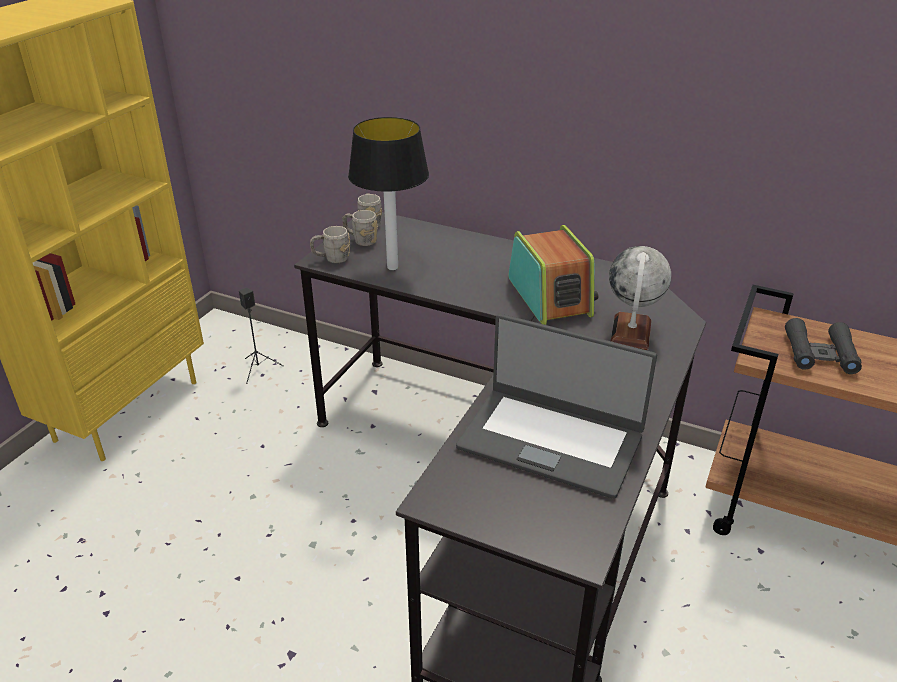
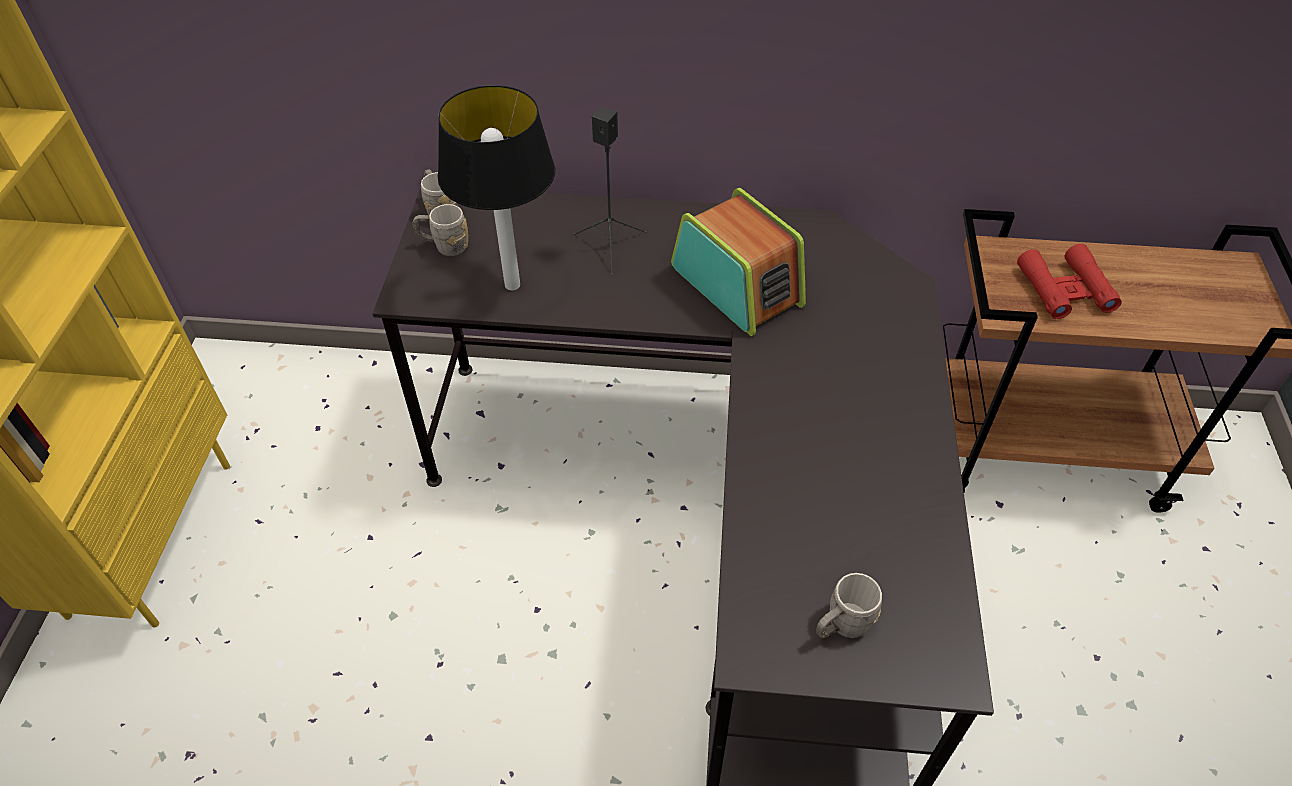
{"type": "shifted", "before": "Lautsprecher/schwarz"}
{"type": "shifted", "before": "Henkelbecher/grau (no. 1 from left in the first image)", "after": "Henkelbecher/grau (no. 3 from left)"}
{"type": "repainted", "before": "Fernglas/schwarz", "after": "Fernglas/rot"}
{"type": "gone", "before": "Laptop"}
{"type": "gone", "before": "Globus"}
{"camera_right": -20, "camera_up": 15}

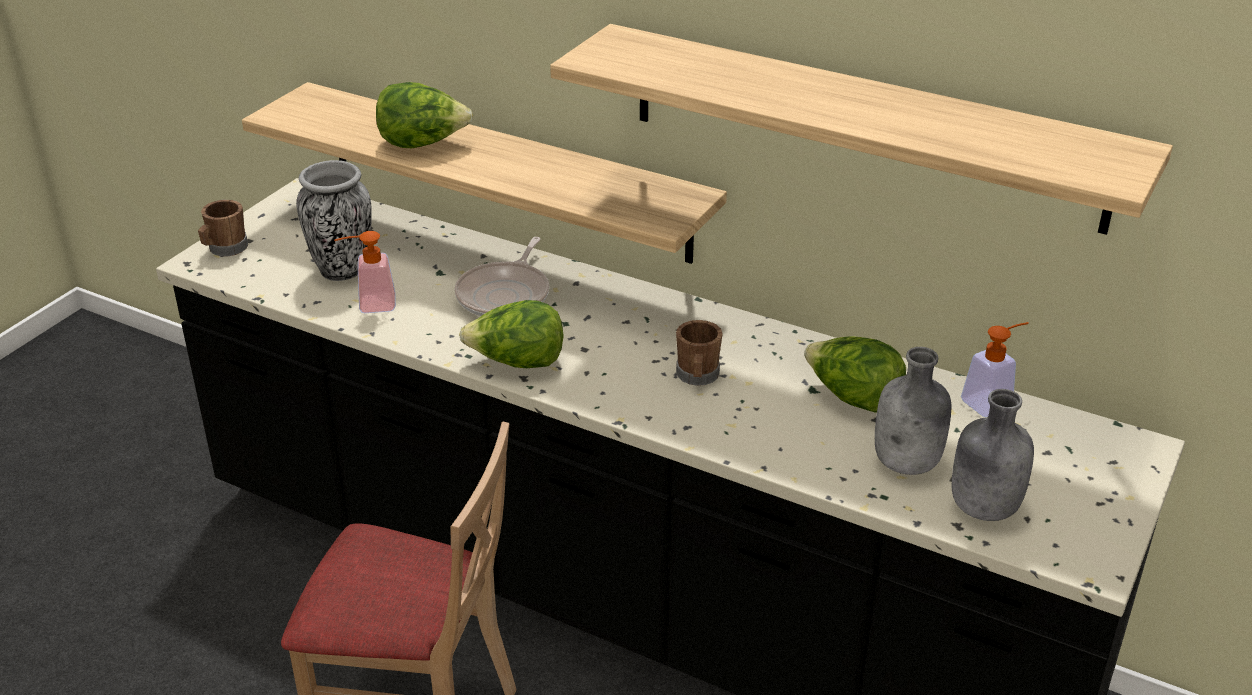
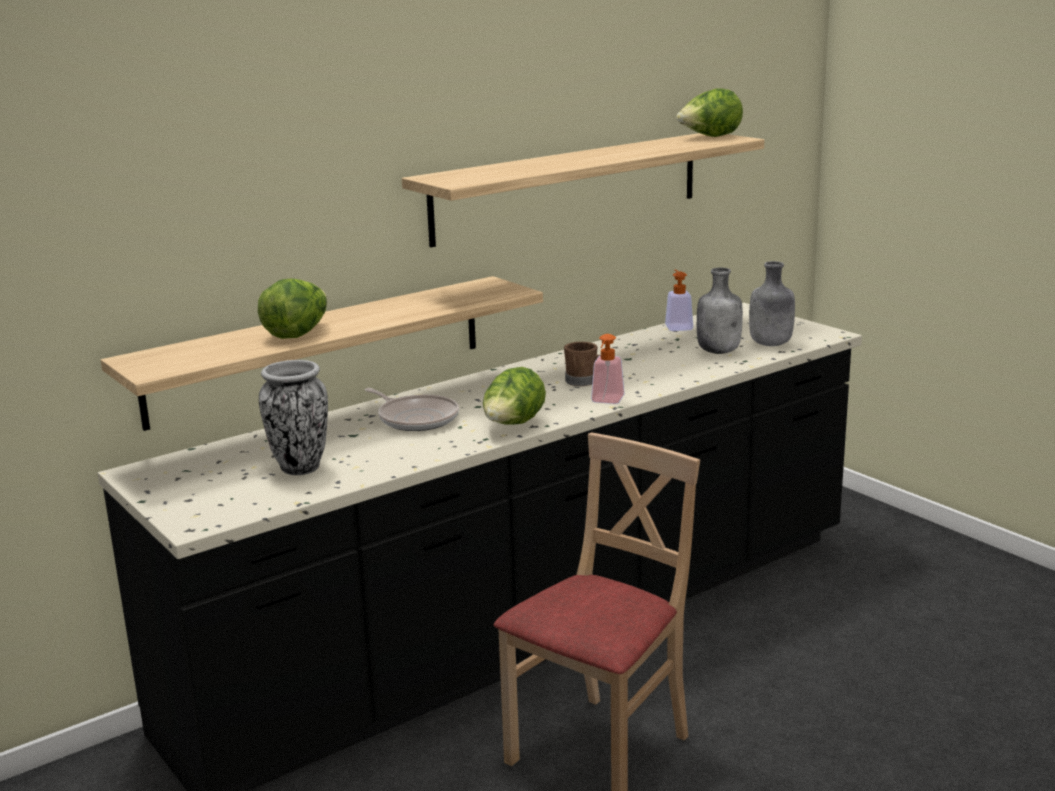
{"type": "shifted", "before": "Seifenspender (no. 1 from left)"}
{"type": "shifted", "before": "Salatkopf (no. 3 from left)"}
{"type": "gone", "before": "Henkelbecher/braun (no. 1 from left)"}
{"camera_right": -65, "camera_up": -15}

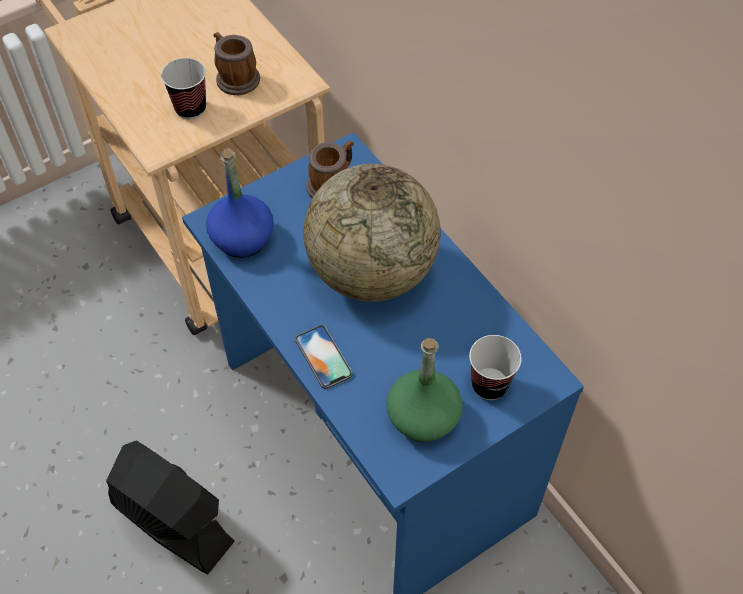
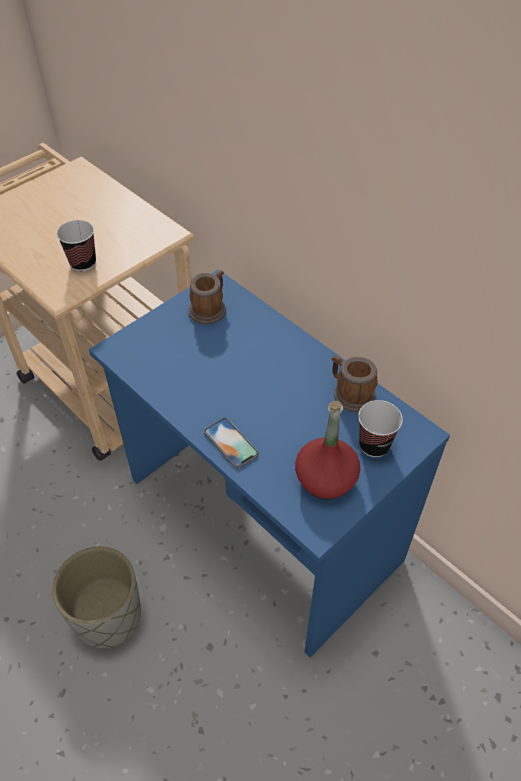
{"type": "swapped", "before": "Ventilator/schwarz", "after": "Pflanzkübel/grau"}
{"type": "repainted", "before": "Flasche/grün", "after": "Flasche/rot"}
{"type": "shifted", "before": "Henkelbecher (no. 1 from left in the first image)", "after": "Henkelbecher (no. 2 from left)"}
{"type": "gone", "before": "Flasche/blau"}
{"type": "gone", "before": "Globus"}
{"camera_right": -10, "camera_up": -5}

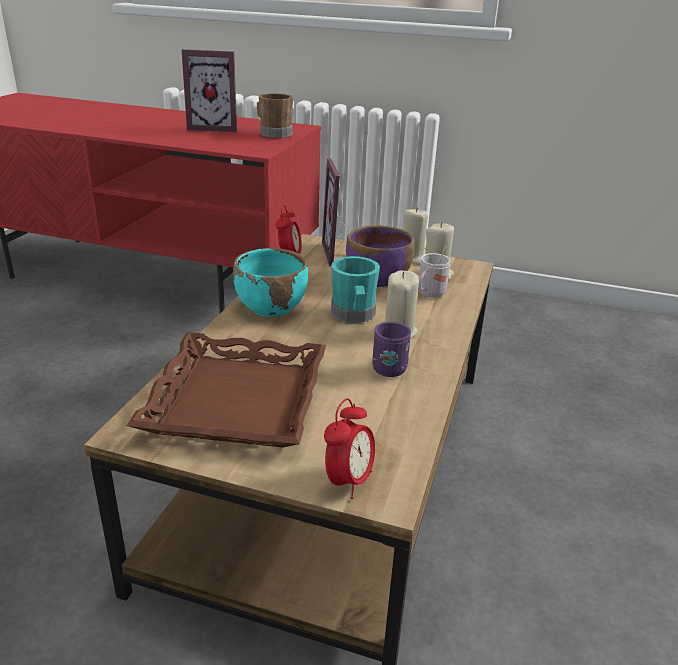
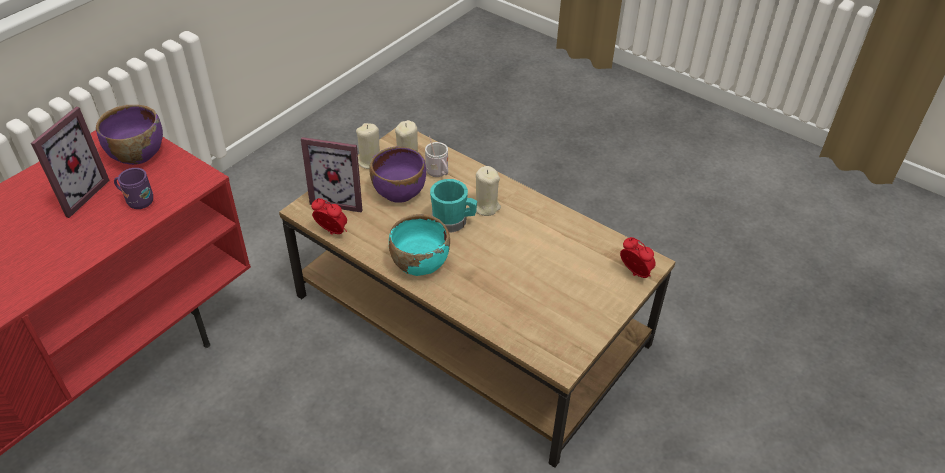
{"type": "swapped", "before": "Henkelbecher/braun", "after": "Schüssel/lila (no. 1 from left)"}
{"type": "shifted", "before": "Henkelbecher/lila"}
{"type": "gone", "before": "Tablett/braun"}
{"camera_right": -70, "camera_up": 15}

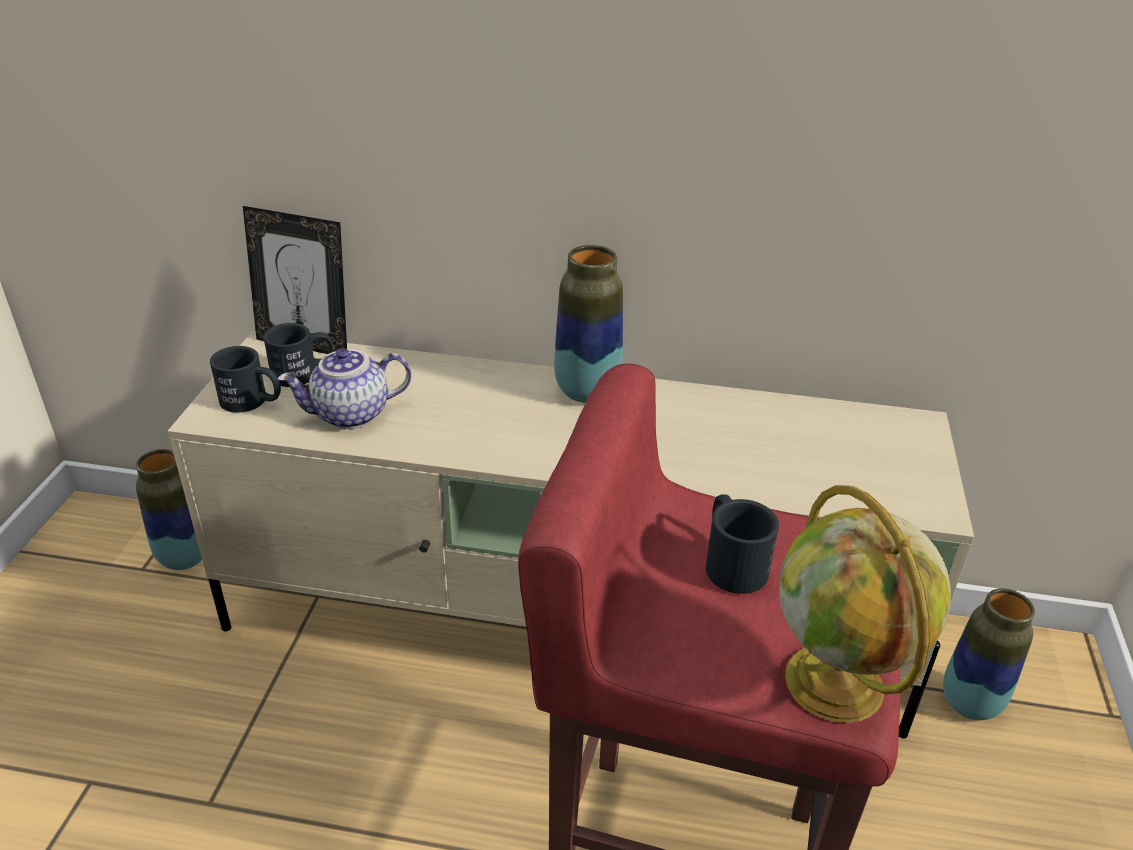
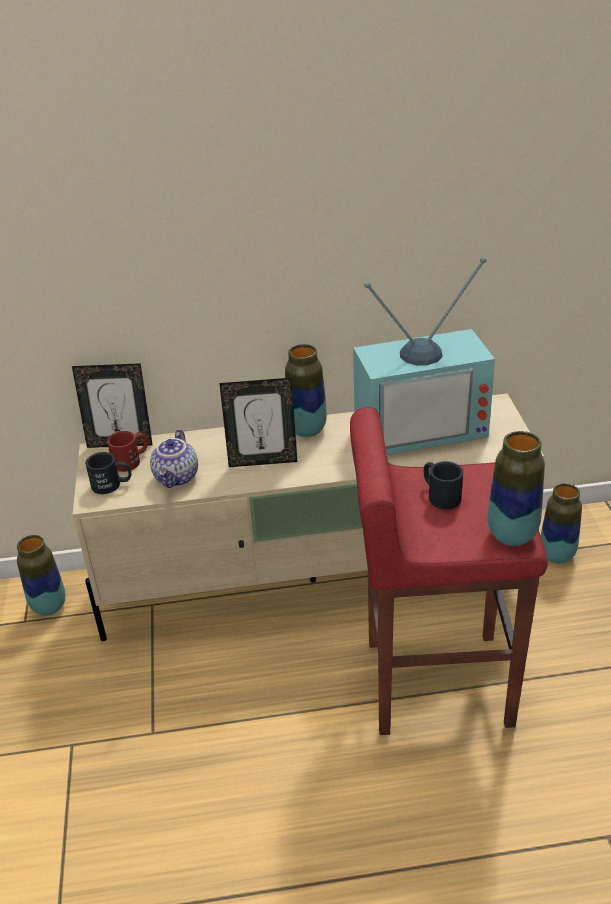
{"type": "repainted", "before": "Henkelbecher/schwarz (no. 2 from left)", "after": "Henkelbecher/rot"}
{"type": "rotated", "before": "Teekanne", "turn": -45}
{"type": "new", "after": "Bilderrahmen (no. 2 from left)"}
{"type": "new", "after": "Fernseher"}
{"type": "swapped", "before": "Globus", "after": "Vase (no. 3 from left)"}
{"camera_right": -15, "camera_up": 0}

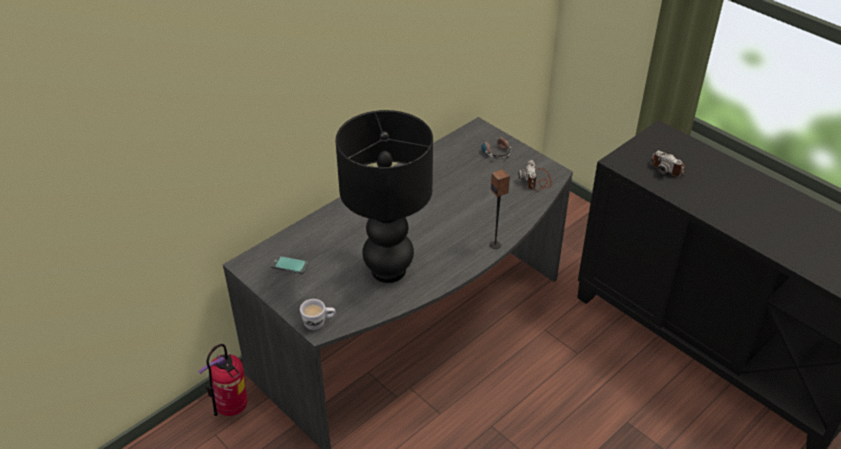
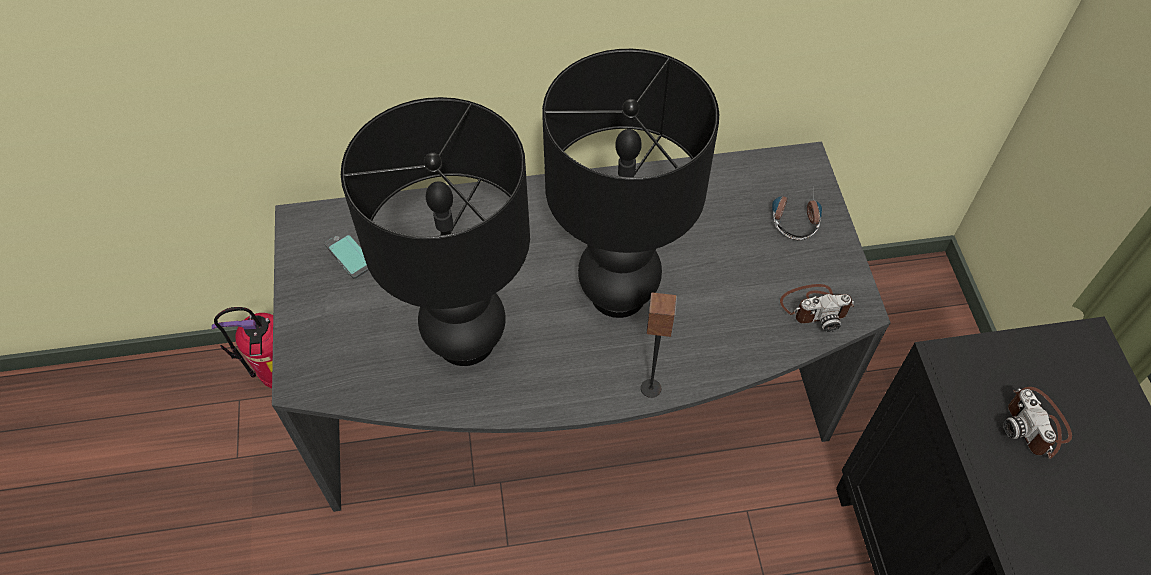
{"type": "new", "after": "Tischlampe/schwarz (no. 2 from left)"}
{"type": "rotated", "before": "Kamera (no. 1 from left)", "turn": -135}
{"type": "gone", "before": "Henkelbecher/weiß"}
{"camera_right": 35, "camera_up": 15}

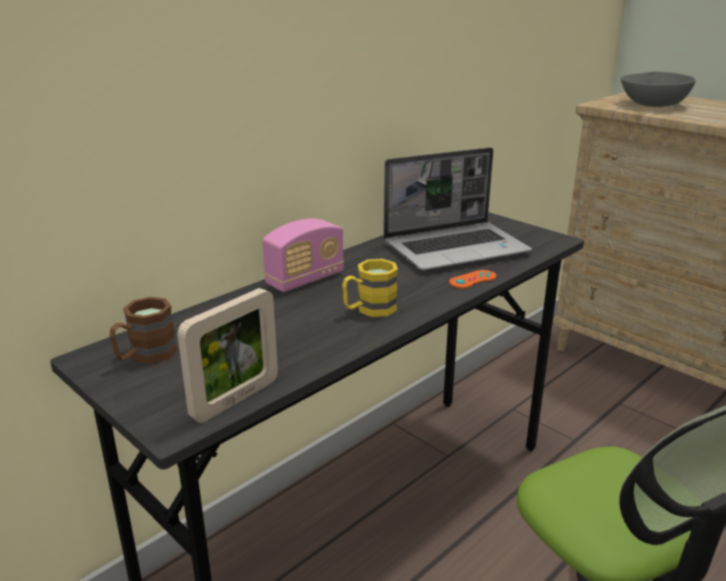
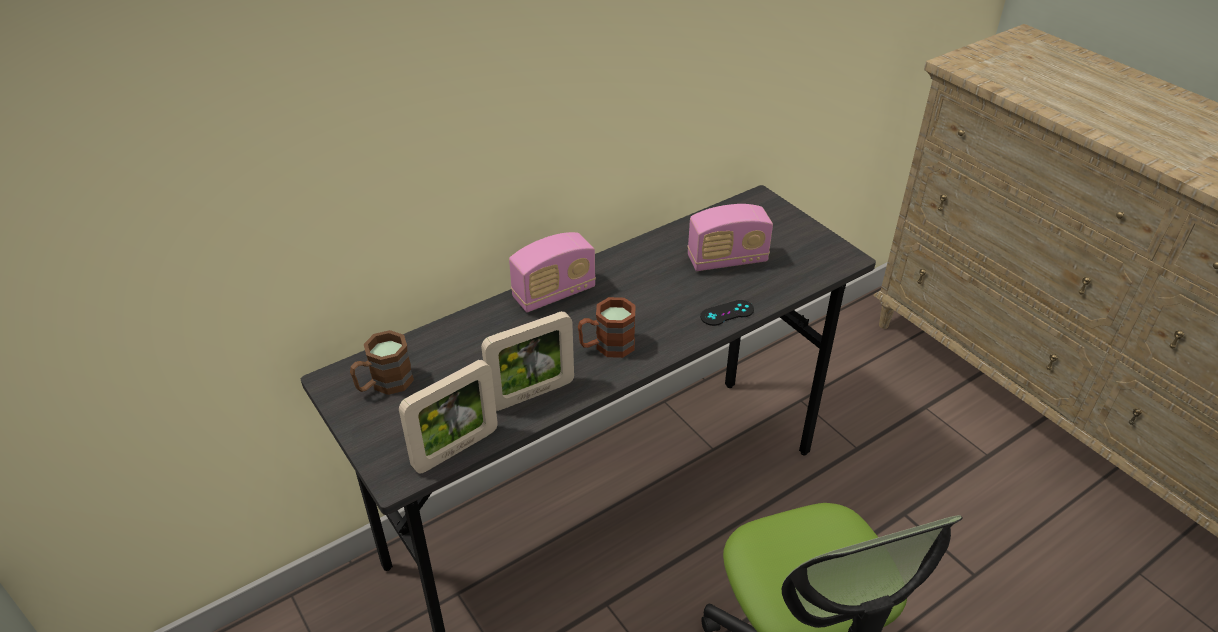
{"type": "new", "after": "Bilderrahmen (no. 2 from left)"}
{"type": "repainted", "before": "Henkelbecher/gelb", "after": "Henkelbecher/braun (no. 2 from left)"}
{"type": "swapped", "before": "Laptop", "after": "Radio (no. 2 from left)"}
{"type": "repainted", "before": "Gamepad/orange", "after": "Gamepad/schwarz"}
{"type": "gone", "before": "Schüssel/grau"}
{"camera_right": 10, "camera_up": 15}

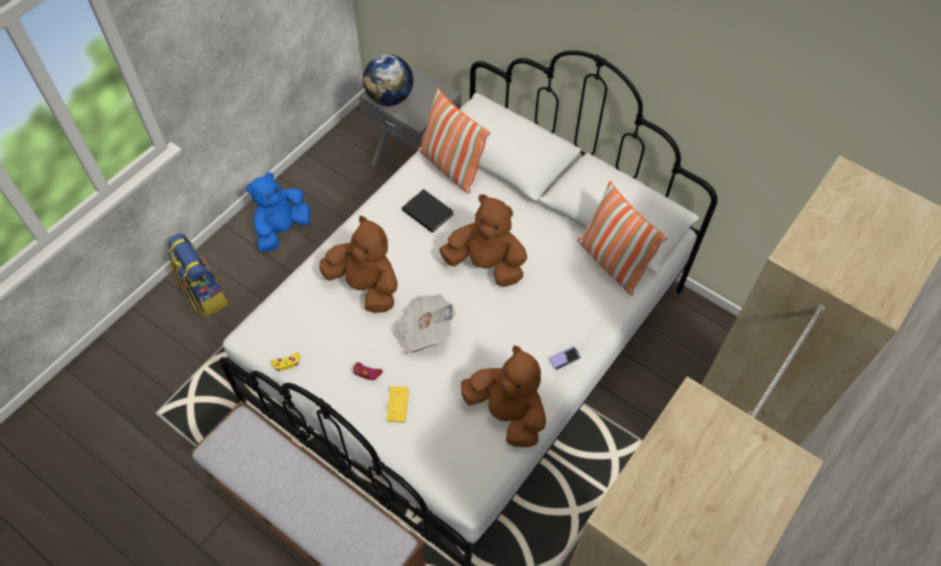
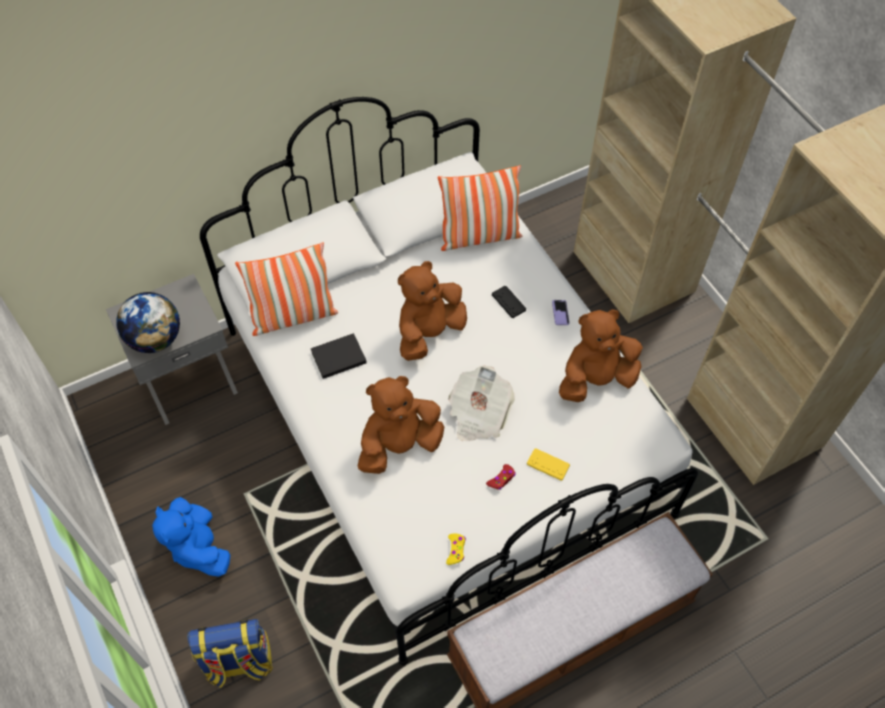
{"type": "new", "after": "Gamepad/schwarz"}
{"camera_right": -65, "camera_up": 0}

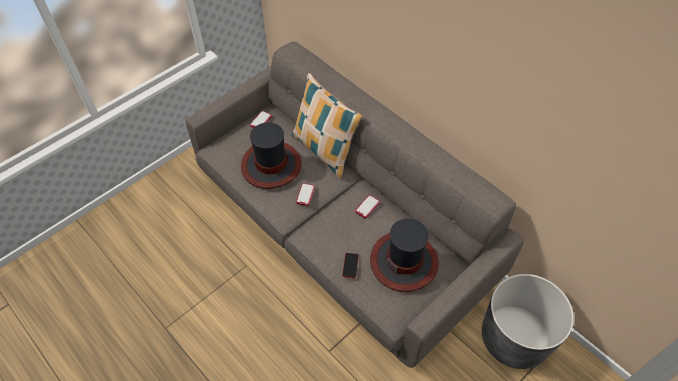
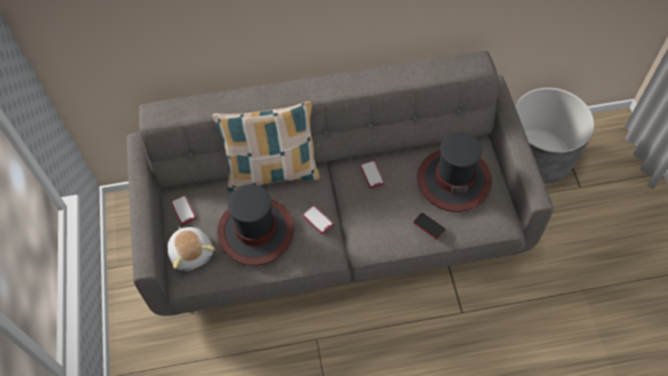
{"type": "new", "after": "Plüschtier"}
{"camera_right": -55, "camera_up": 5}

